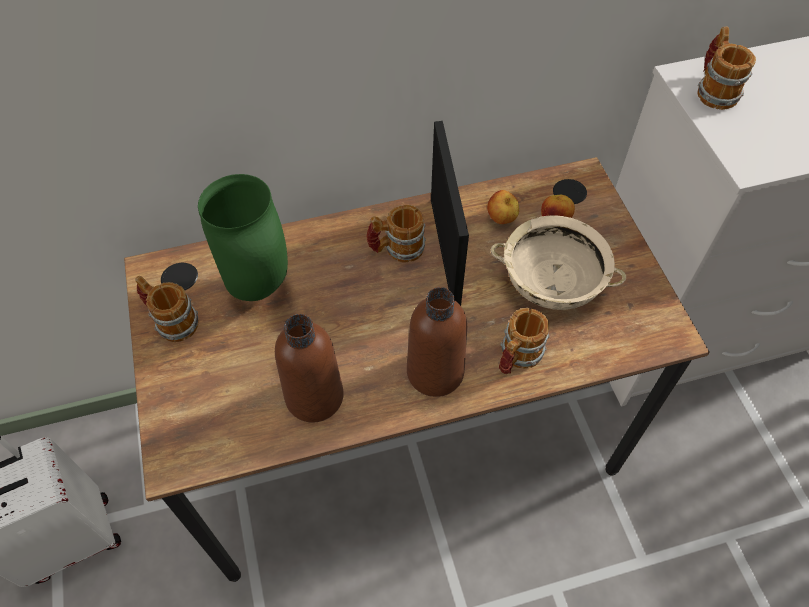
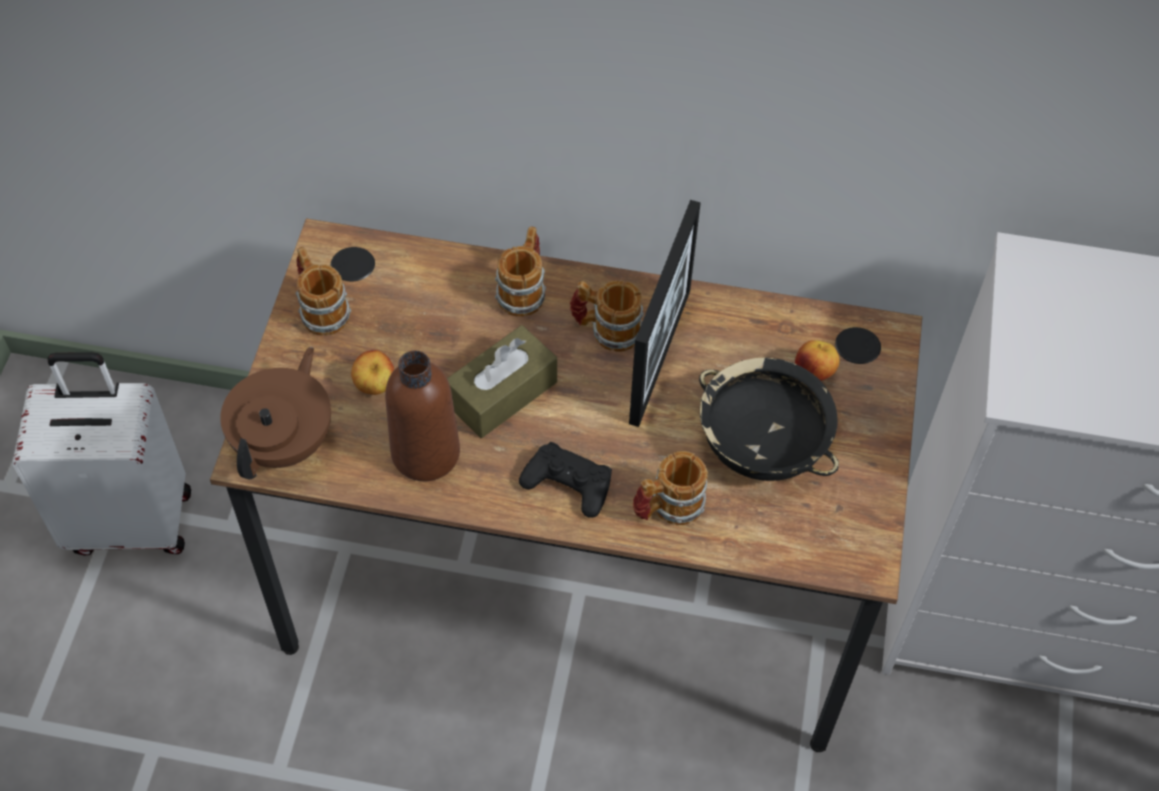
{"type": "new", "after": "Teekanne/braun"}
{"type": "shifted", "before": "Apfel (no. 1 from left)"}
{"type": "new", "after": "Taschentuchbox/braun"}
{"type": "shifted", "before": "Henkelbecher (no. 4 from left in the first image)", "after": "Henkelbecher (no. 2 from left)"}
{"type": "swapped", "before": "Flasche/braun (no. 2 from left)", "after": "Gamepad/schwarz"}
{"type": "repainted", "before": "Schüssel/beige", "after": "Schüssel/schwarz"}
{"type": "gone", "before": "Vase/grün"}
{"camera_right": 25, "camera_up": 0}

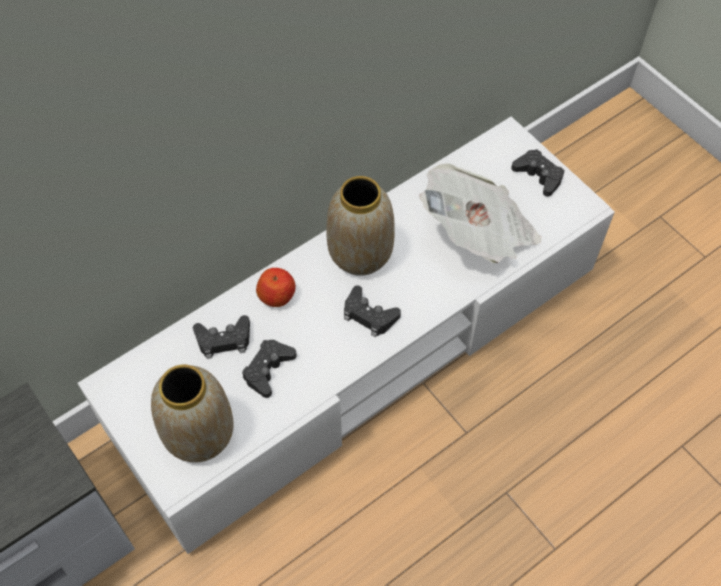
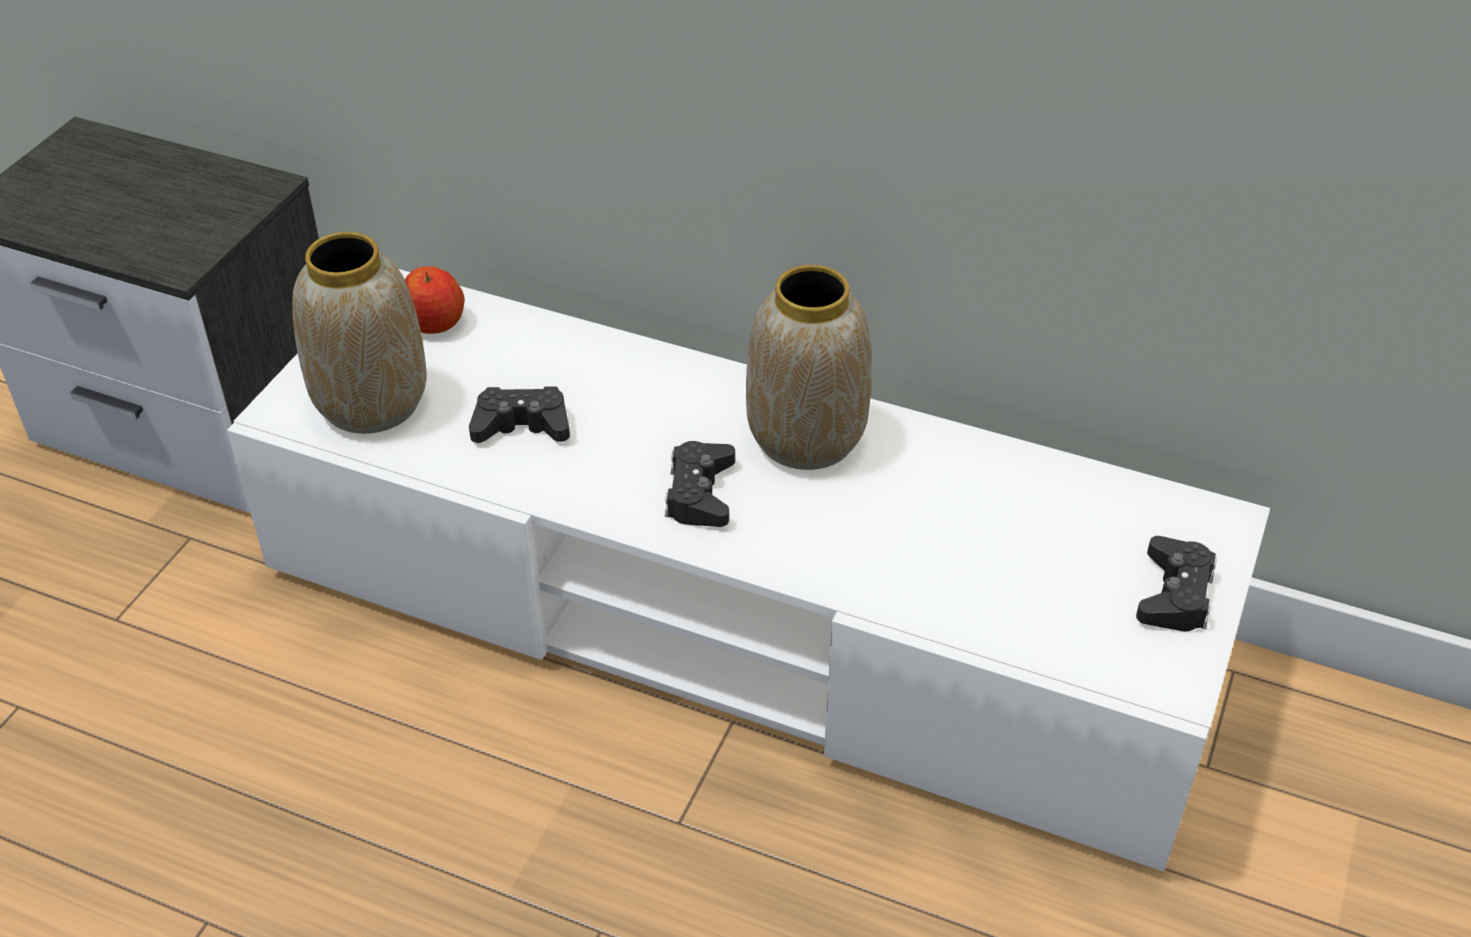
{"type": "shifted", "before": "Apfel"}
{"type": "gone", "before": "Gamepad/schwarz (no. 1 from left)"}
{"type": "gone", "before": "Zeitung"}
{"camera_right": 60, "camera_up": -15}

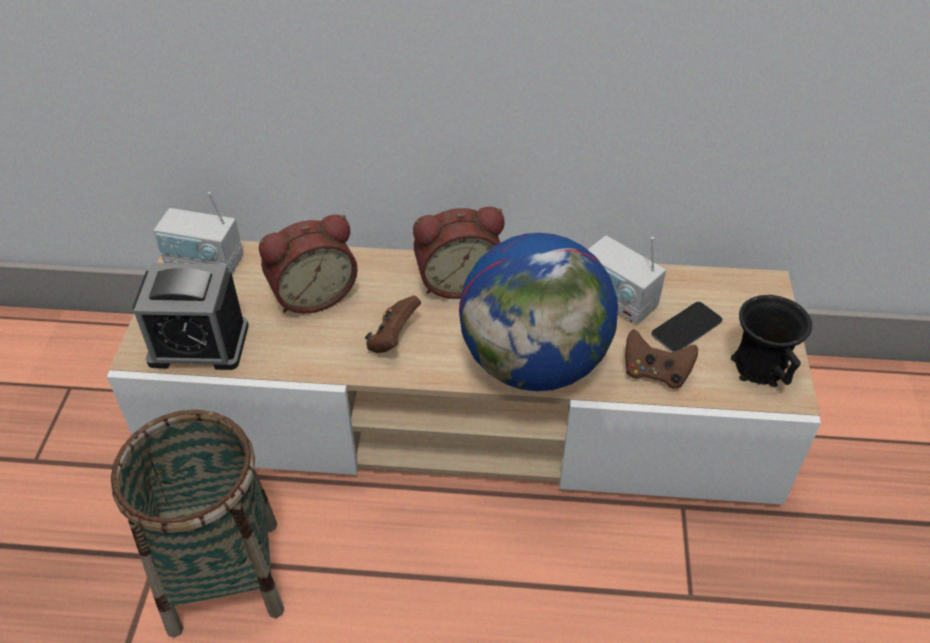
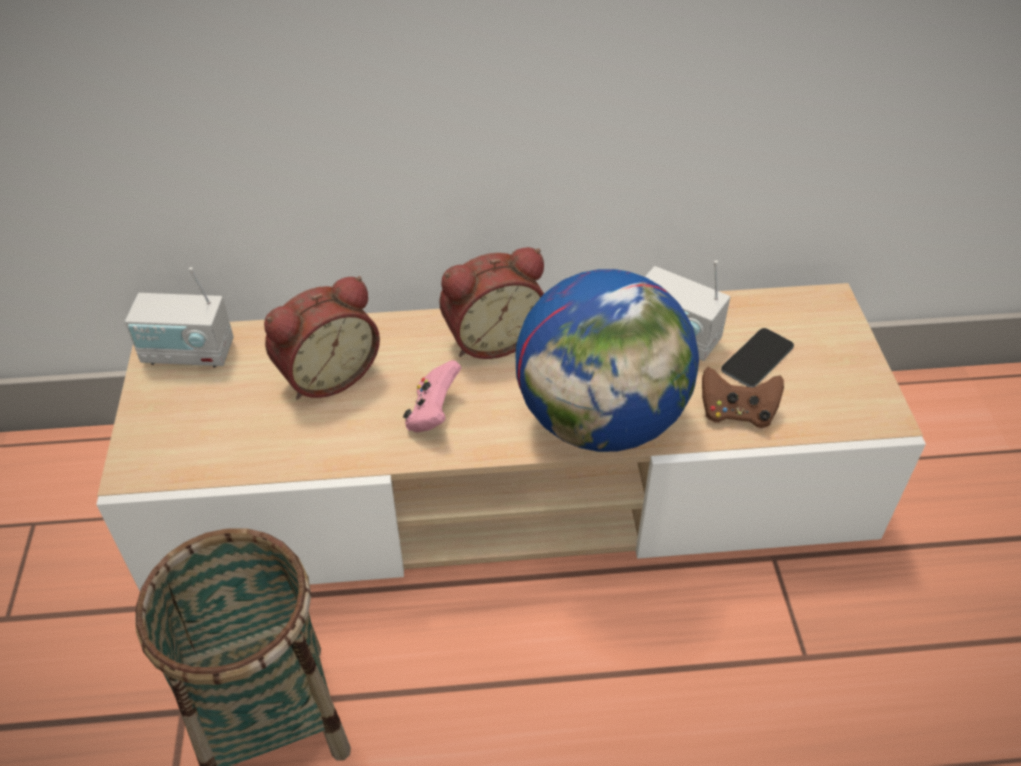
{"type": "repainted", "before": "Gamepad/braun (no. 1 from left)", "after": "Gamepad/rosa"}
{"type": "gone", "before": "Wecker (no. 1 from left)"}
{"type": "gone", "before": "Henkelbecher/schwarz"}
{"camera_right": -10, "camera_up": 0}

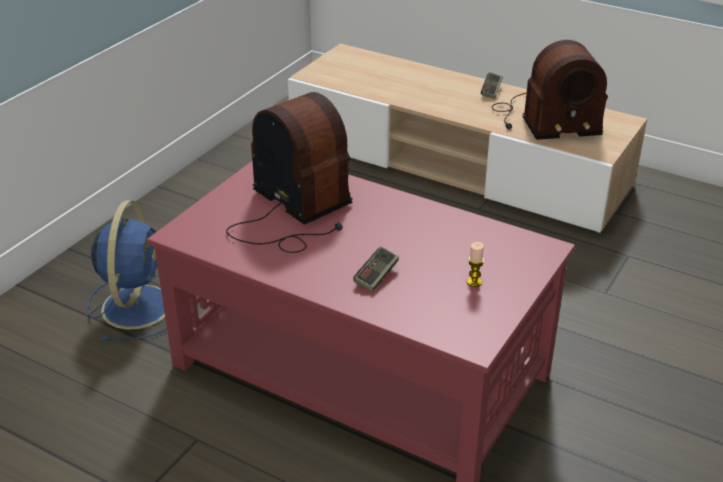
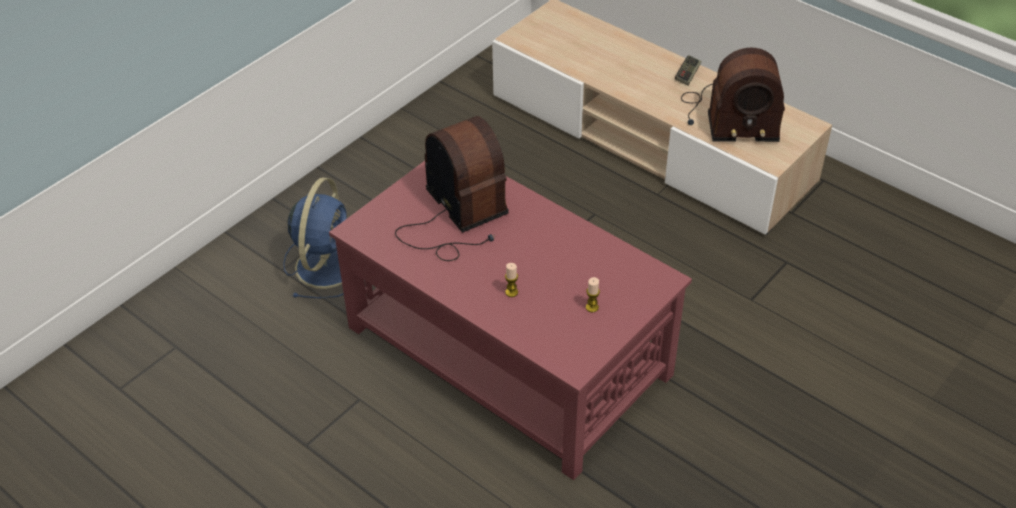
{"type": "swapped", "before": "Gamepad (no. 1 from left)", "after": "Kerze (no. 1 from left)"}
{"camera_right": 10, "camera_up": 10}

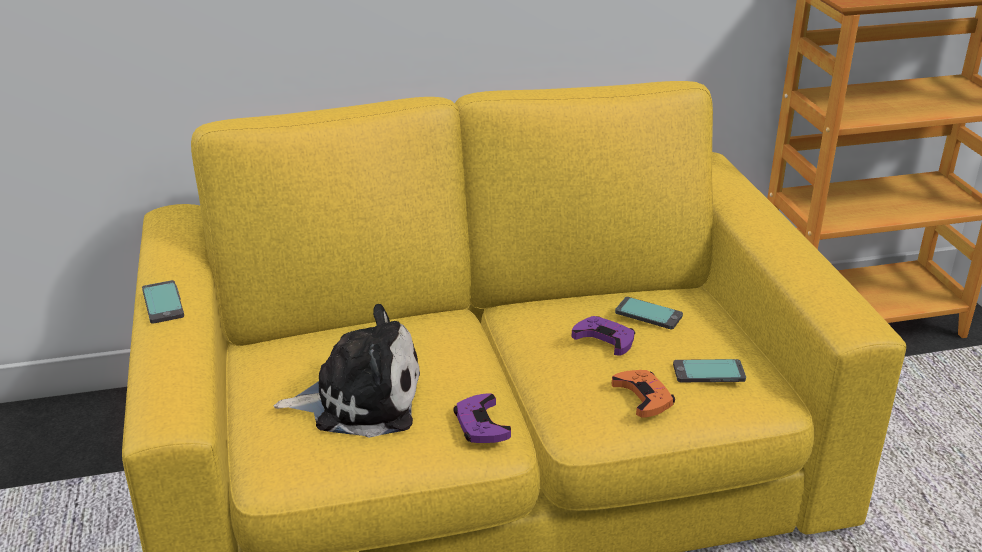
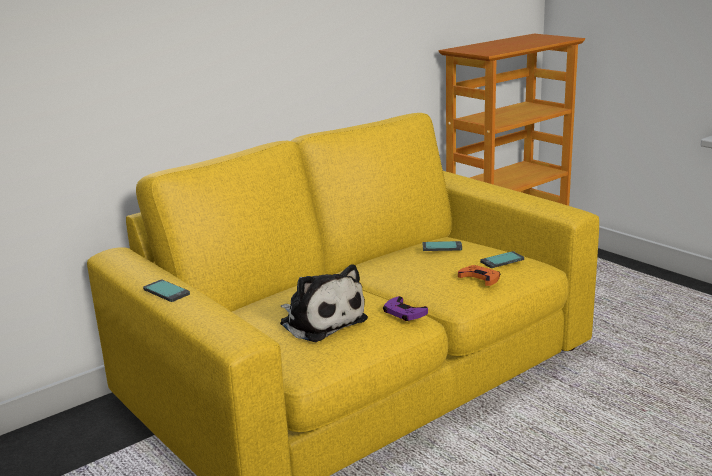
{"type": "rotated", "before": "Plüschtier", "turn": 75}
{"type": "gone", "before": "Gamepad/lila (no. 2 from left)"}
{"camera_right": -25, "camera_up": -10}

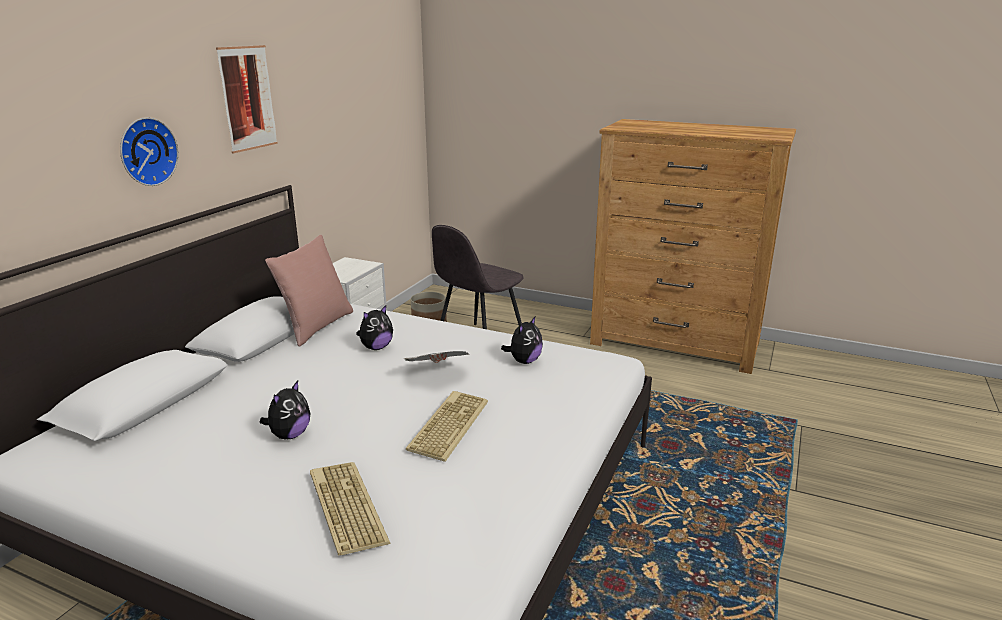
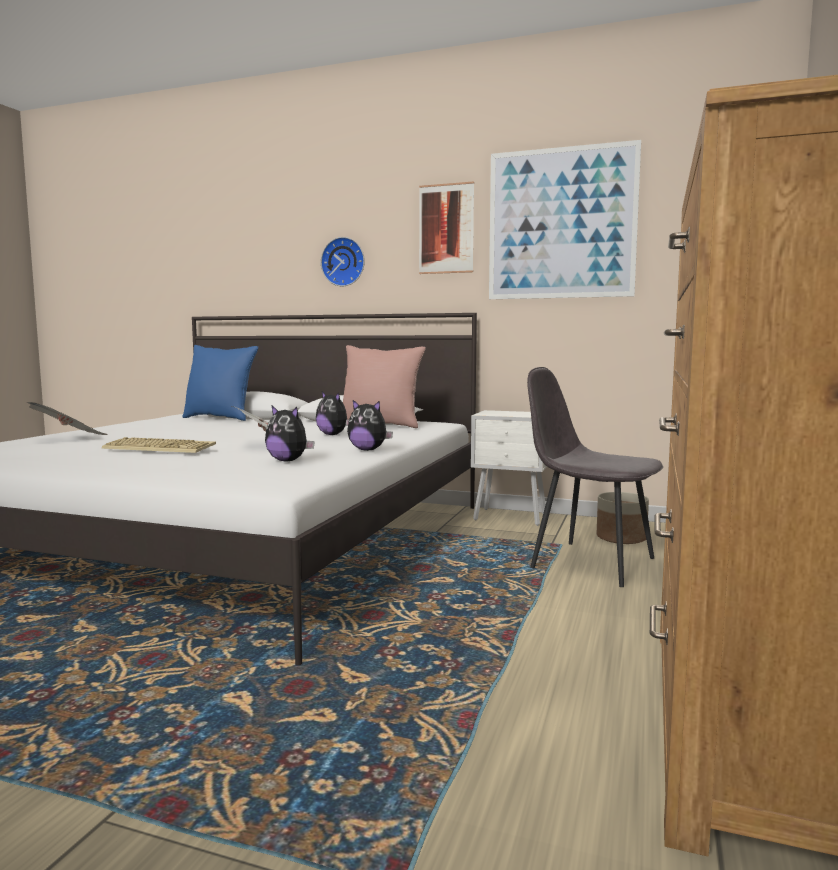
{"type": "swapped", "before": "Tastatur (no. 1 from left)", "after": "Zeitung (no. 1 from left)"}
{"type": "new", "after": "Kissen/blau"}
{"type": "shifted", "before": "Plüschtier (no. 1 from left in the first image)", "after": "Plüschtier (no. 3 from left)"}
{"type": "new", "after": "Bild (no. 2 from left)"}
{"camera_right": 85, "camera_up": -15}

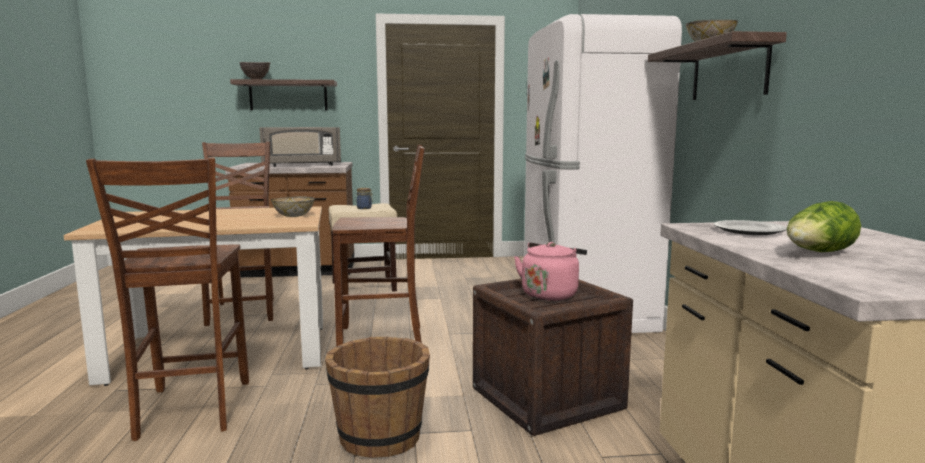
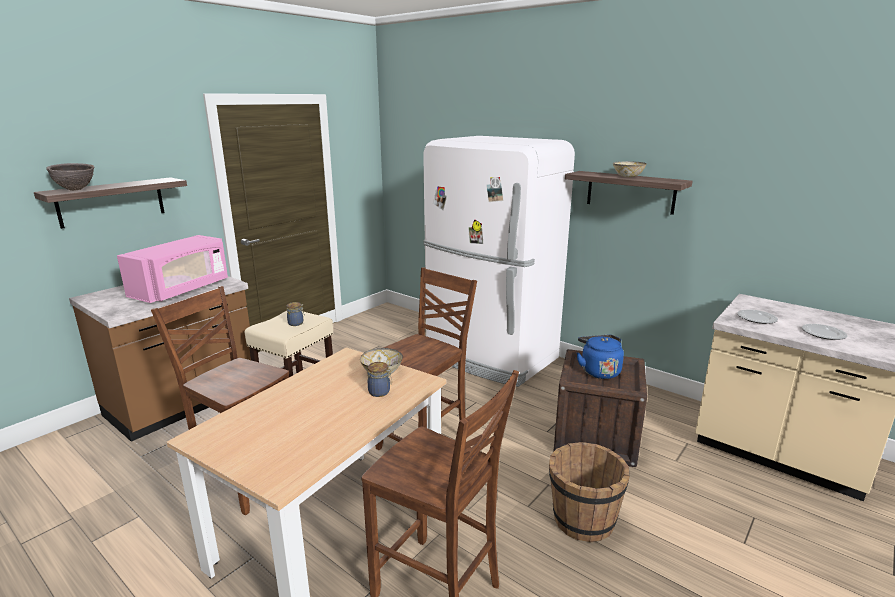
{"type": "repainted", "before": "Mikrowelle/grau", "after": "Mikrowelle/rosa"}
{"type": "new", "after": "Vorratsglas (no. 2 from left)"}
{"type": "repainted", "before": "Wasserkessel/rosa", "after": "Wasserkessel/blau"}
{"type": "swapped", "before": "Salatkopf", "after": "Teller (no. 2 from left)"}
{"camera_right": -45, "camera_up": 10}

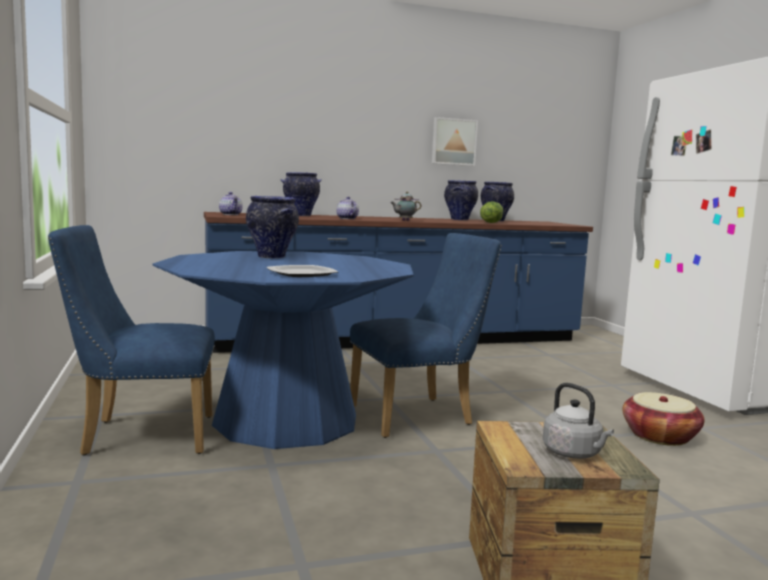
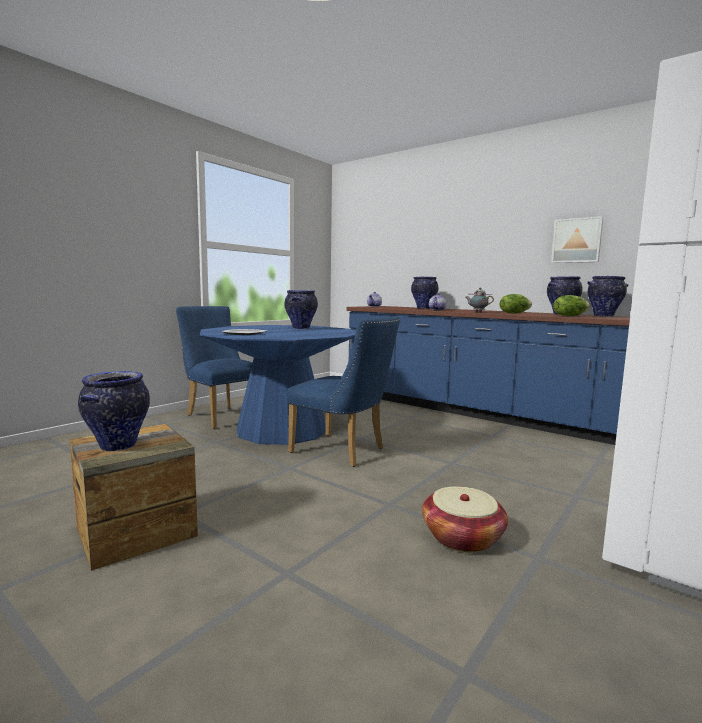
{"type": "swapped", "before": "Wasserkessel/grau", "after": "Vase (no. 1 from left)"}
{"type": "new", "after": "Salatkopf (no. 1 from left)"}
{"camera_right": 55, "camera_up": 0}

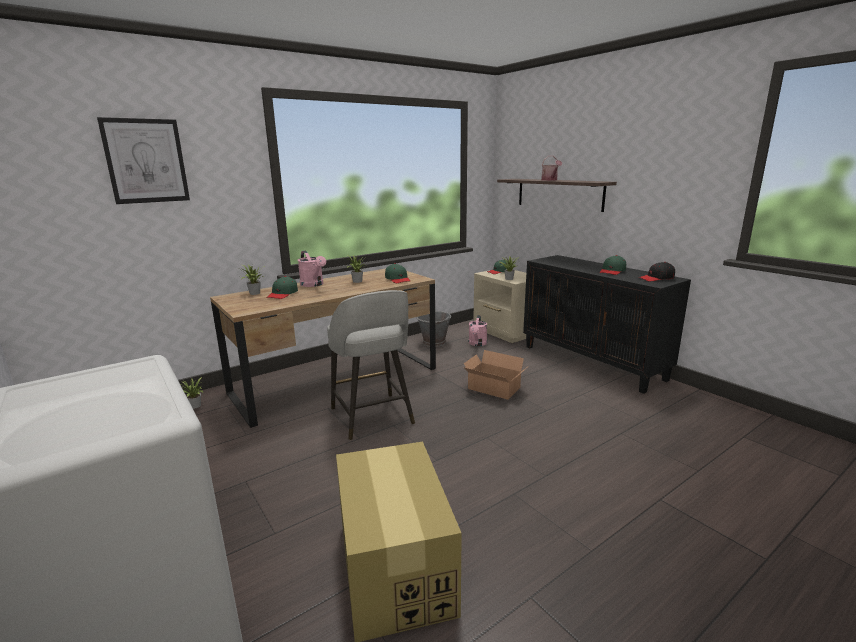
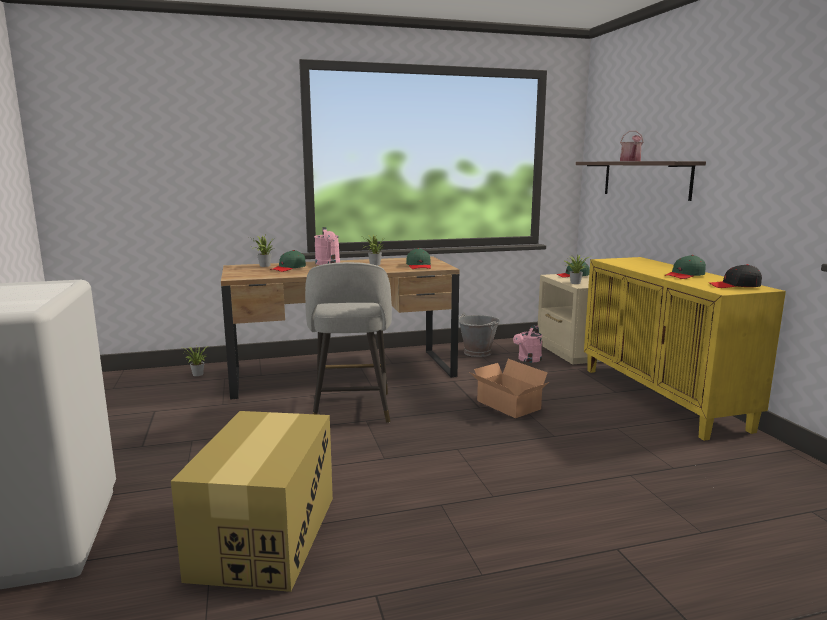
{"type": "repainted", "before": "Schrank/schwarz", "after": "Schrank/gelb"}
{"type": "gone", "before": "Bild"}
{"camera_right": 20, "camera_up": -5}

